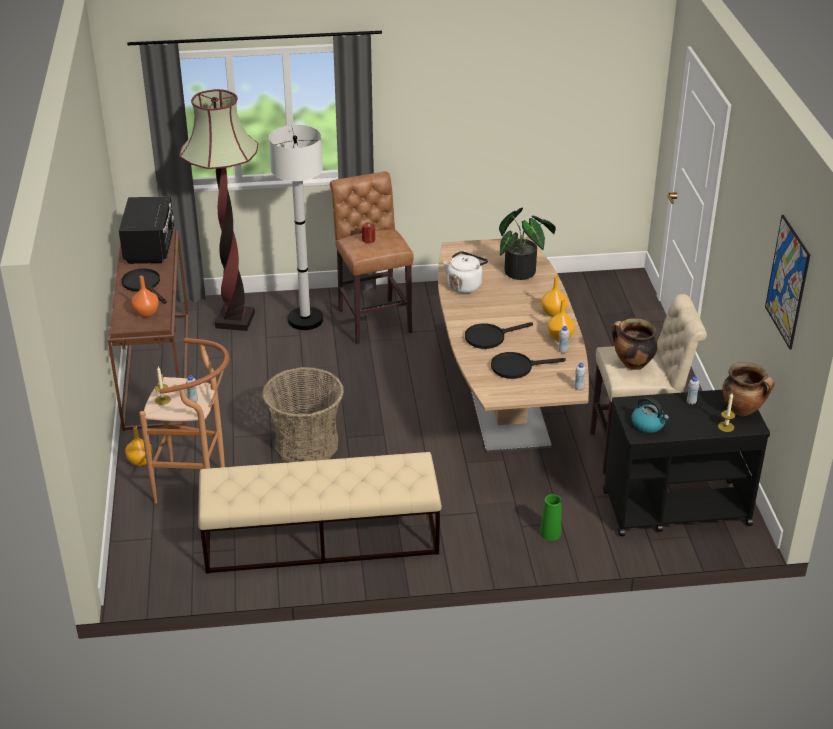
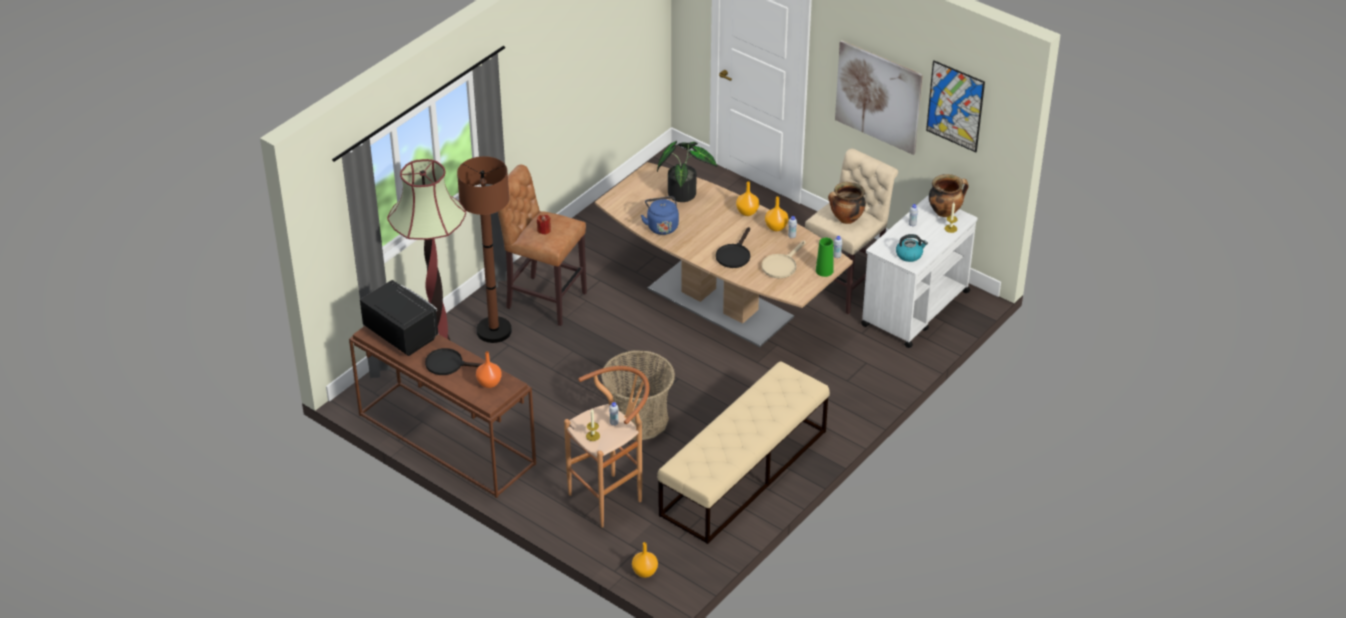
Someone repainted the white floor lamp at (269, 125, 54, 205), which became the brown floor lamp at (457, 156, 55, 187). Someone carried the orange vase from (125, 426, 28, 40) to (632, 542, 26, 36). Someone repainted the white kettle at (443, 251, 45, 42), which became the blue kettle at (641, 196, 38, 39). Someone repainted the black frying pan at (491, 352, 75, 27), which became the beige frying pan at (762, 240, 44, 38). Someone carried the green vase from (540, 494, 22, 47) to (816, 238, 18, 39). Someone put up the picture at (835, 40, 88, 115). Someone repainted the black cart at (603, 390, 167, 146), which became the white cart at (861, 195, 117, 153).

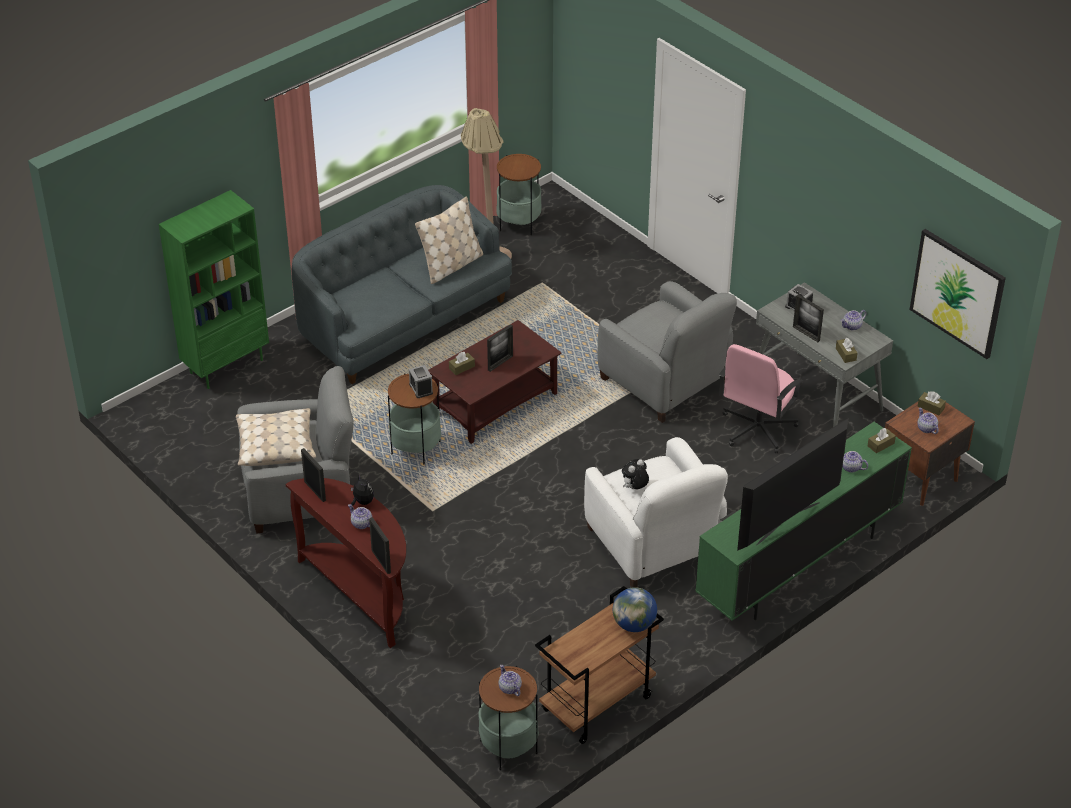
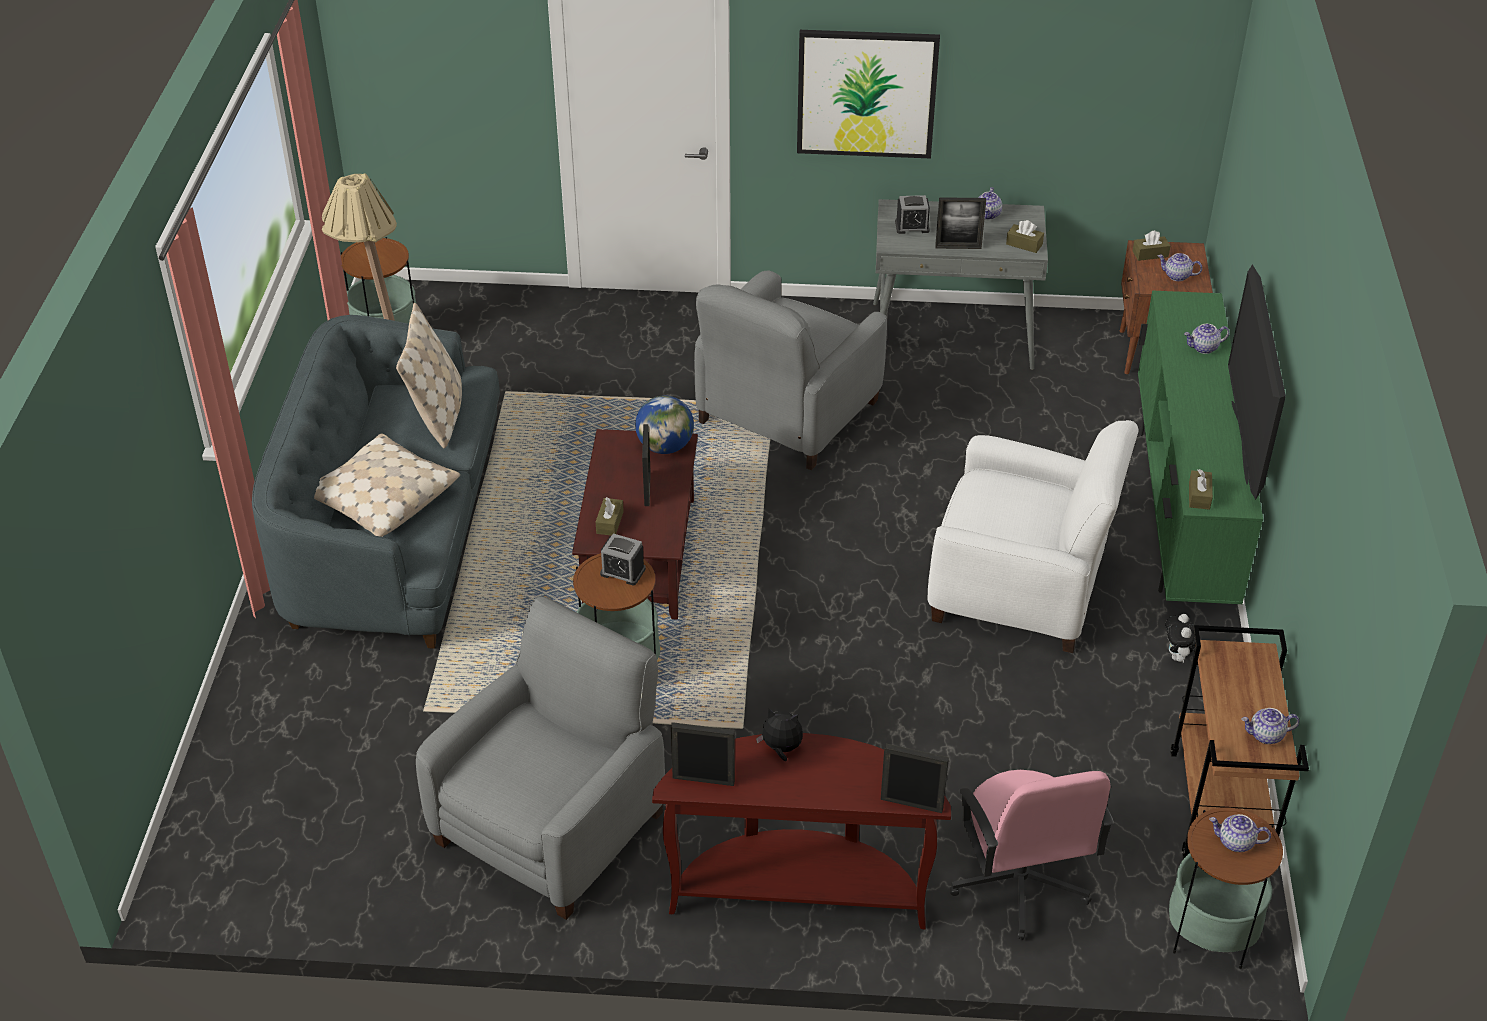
Someone carried the beige pillow from (236, 408, 80, 58) to (314, 433, 146, 104). Someone carried the globe from (613, 587, 44, 45) to (635, 395, 59, 59). Someone rotated the grey armchair at (597, 281, 140, 142) by 120 degrees clockwise. Someone carried the picture from (910, 229, 96, 130) to (797, 30, 143, 128). Someone carried the pink office chair from (719, 344, 84, 109) to (950, 768, 164, 172). Someone carried the plush toy from (622, 459, 27, 30) to (1165, 614, 36, 49). Someone carried the brown tissue box from (868, 428, 28, 25) to (1189, 469, 24, 41). Someone carried the teapot from (348, 504, 24, 25) to (1241, 708, 58, 36). Someone took away the green bookcase at (159, 190, 110, 199).

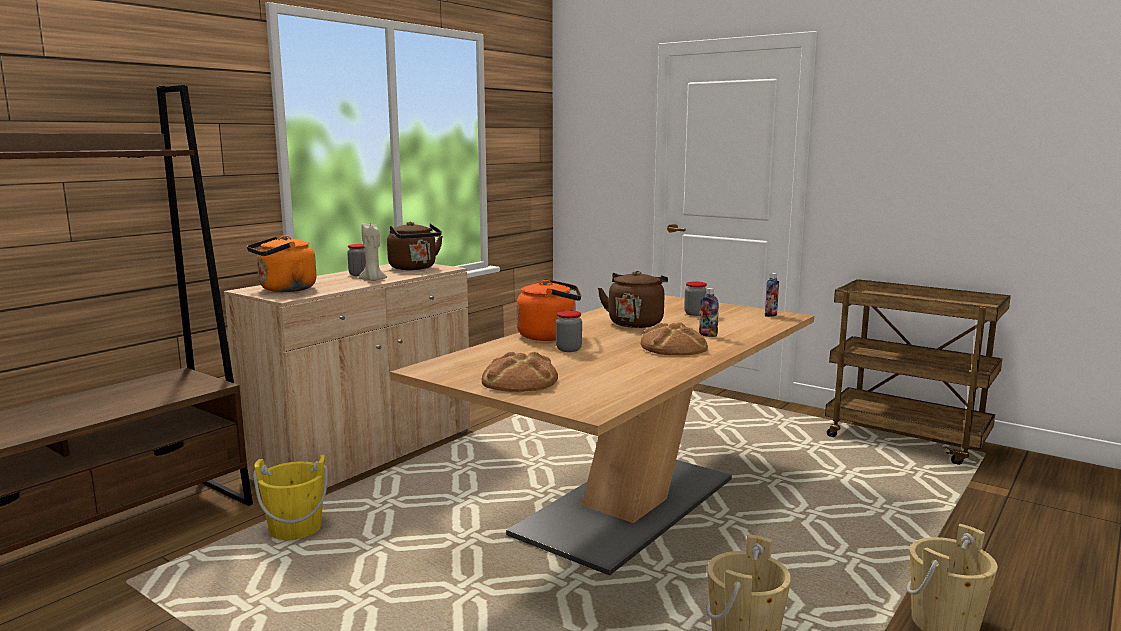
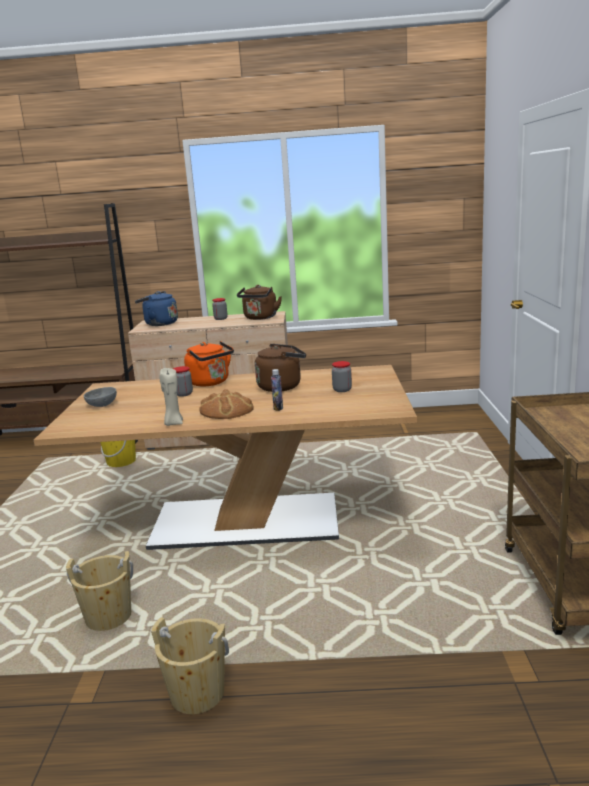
Someone swapped the bread at (482, 351, 76, 41) for the grey bowl at (84, 387, 33, 20). Someone repainted the orange kettle at (247, 235, 70, 57), which became the blue kettle at (135, 291, 43, 35). Someone carried the beige candle from (359, 223, 28, 58) to (160, 368, 23, 58). Someone took away the bottle at (765, 273, 14, 44).

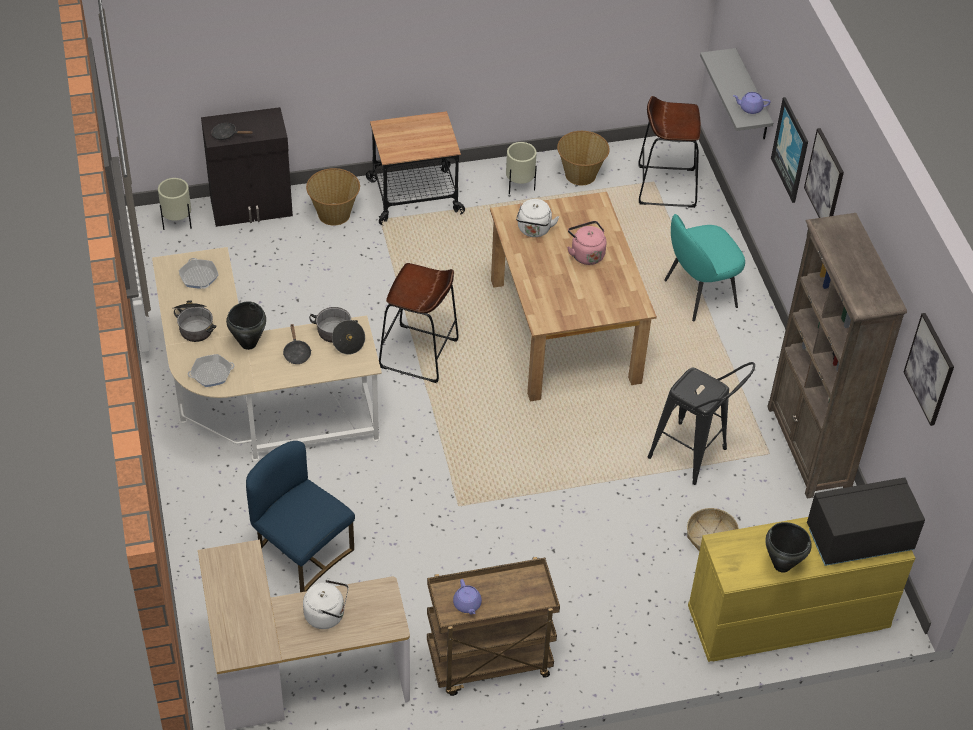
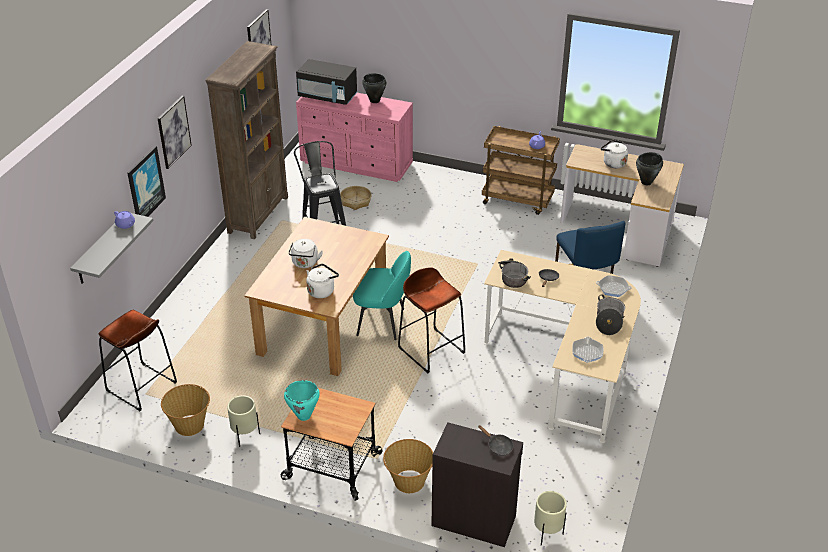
Someone put down the turquoise cooking pot at (284, 380, 36, 41). Someone repainted the pink kettle at (567, 221, 40, 44), which became the white kettle at (288, 239, 35, 29). Someone repainted the yellow dresser at (688, 517, 227, 145), which became the pink dresser at (296, 93, 117, 89). Someone carried the turquoise chair from (664, 214, 81, 108) to (353, 251, 58, 89). Someone carried the black cooking pot from (226, 301, 40, 49) to (636, 152, 27, 33).

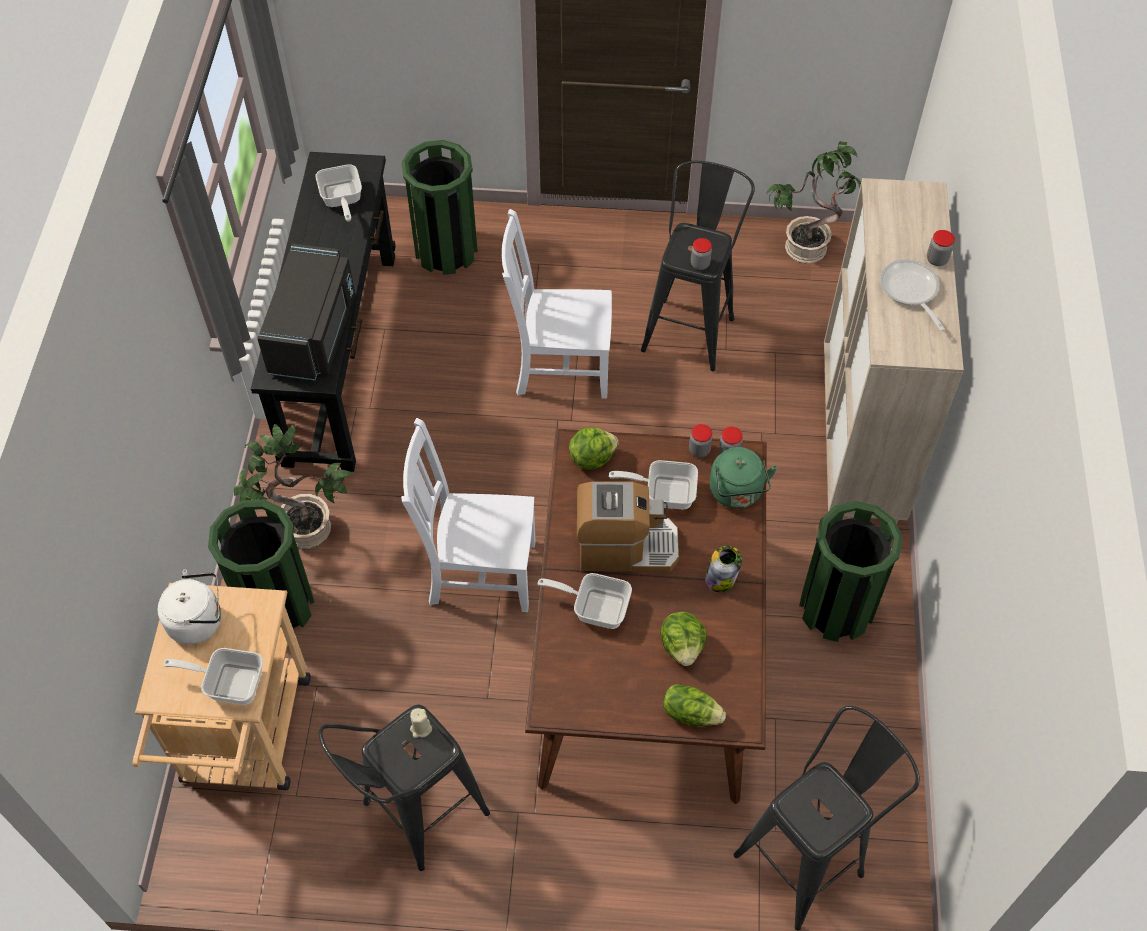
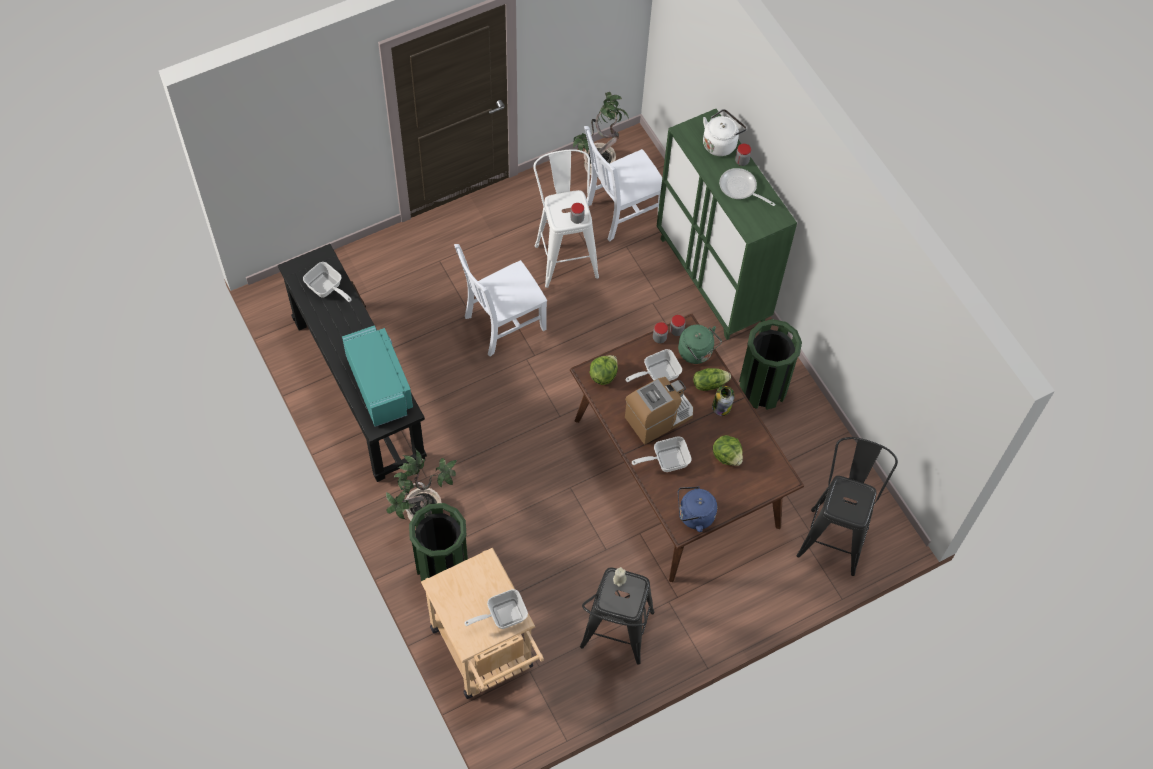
Someone repainted the black microwave at (257, 243, 98, 137), which became the turquoise microwave at (342, 325, 71, 102). Someone repainted the black stool at (641, 161, 114, 210), which became the white stool at (533, 149, 66, 139). Someone carried the white chair from (401, 418, 135, 194) to (584, 126, 78, 115). Someone repainted the beige cabinet at (824, 178, 140, 346), which became the green cabinet at (657, 109, 140, 231). Someone put down the blue kettle at (678, 486, 39, 46). Someone carried the lettuce from (663, 684, 63, 42) to (693, 368, 38, 23). Someone carried the white kettle from (158, 570, 63, 74) to (703, 109, 44, 47). Someone took away the green trash can at (401, 140, 77, 135).

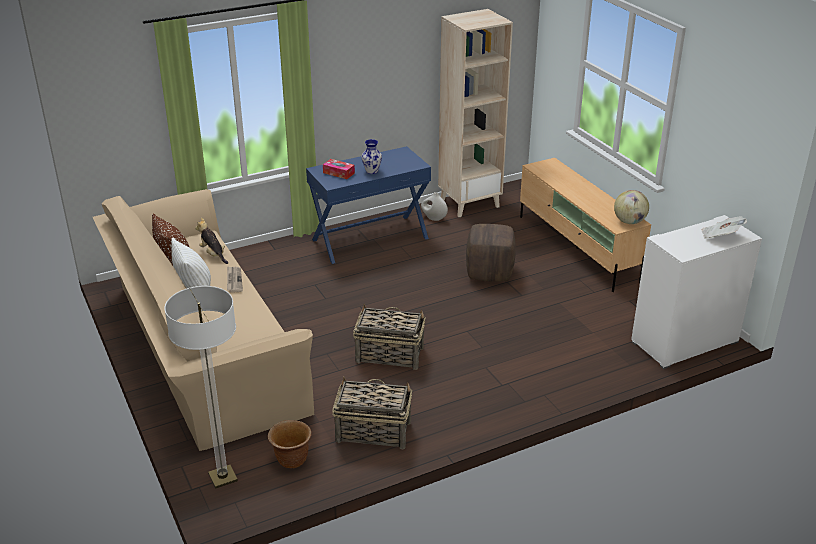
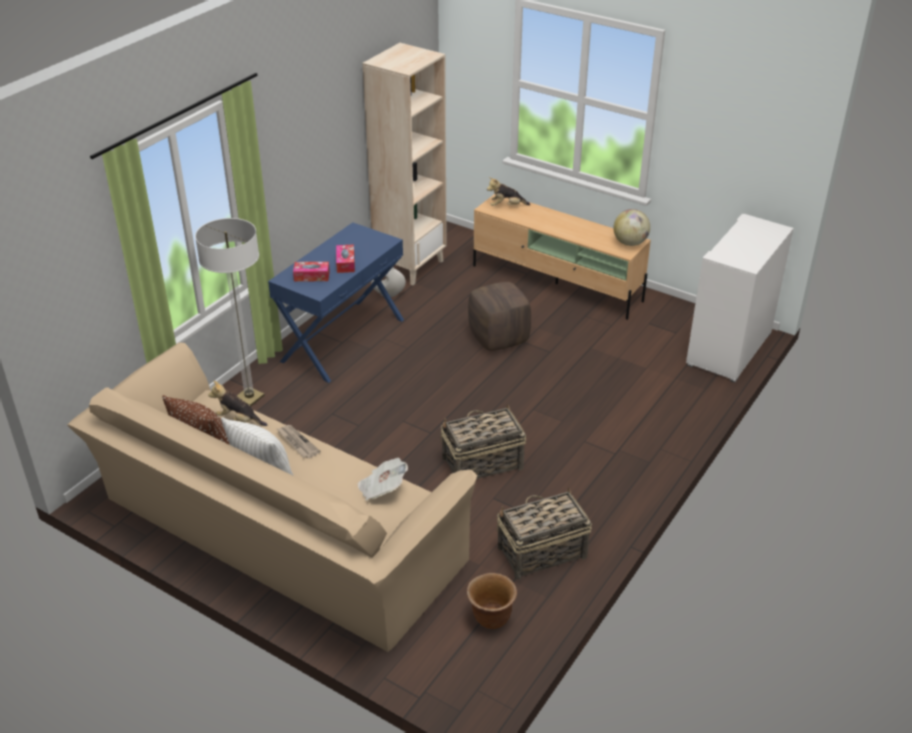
Someone carried the floor lamp from (164, 286, 74, 203) to (195, 218, 70, 189). Someone swapped the vase at (362, 139, 20, 35) for the tissue box at (336, 245, 19, 28). Someone carried the newspaper from (702, 216, 45, 22) to (357, 458, 51, 43). Someone put down the plush toy at (487, 177, 43, 29).

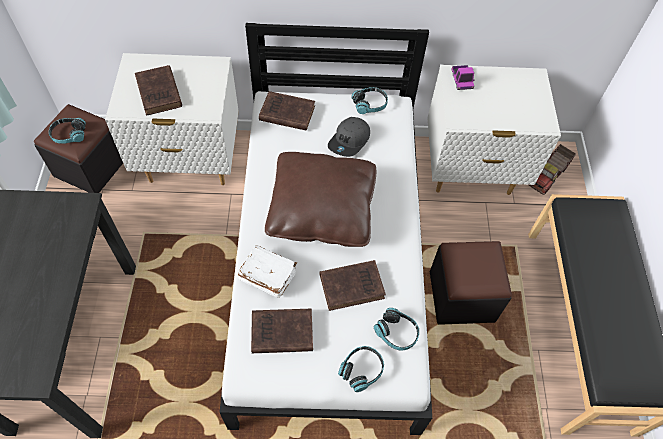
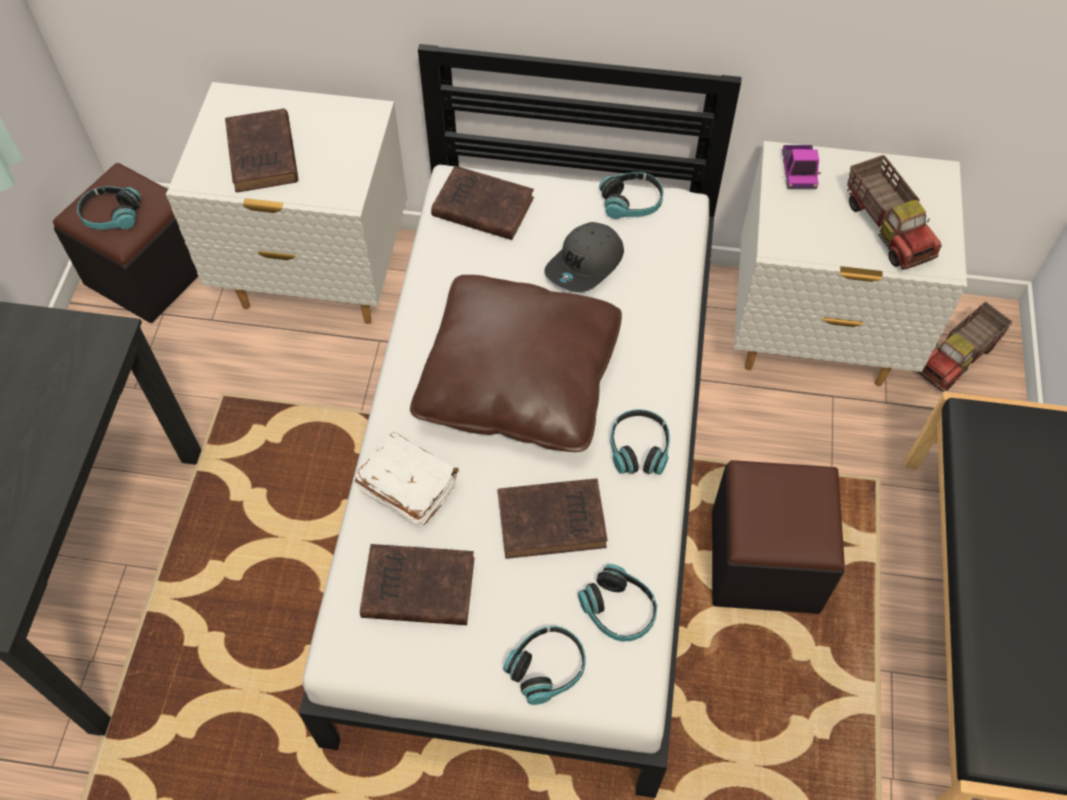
Someone put down the headphones at (611, 409, 59, 66). Someone put down the toy truck at (847, 155, 95, 114).

